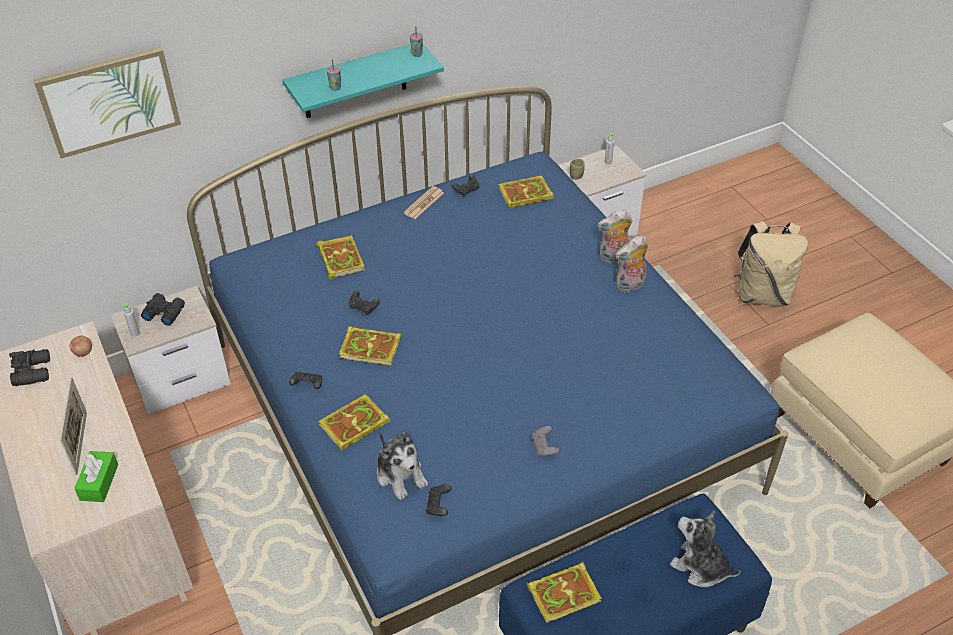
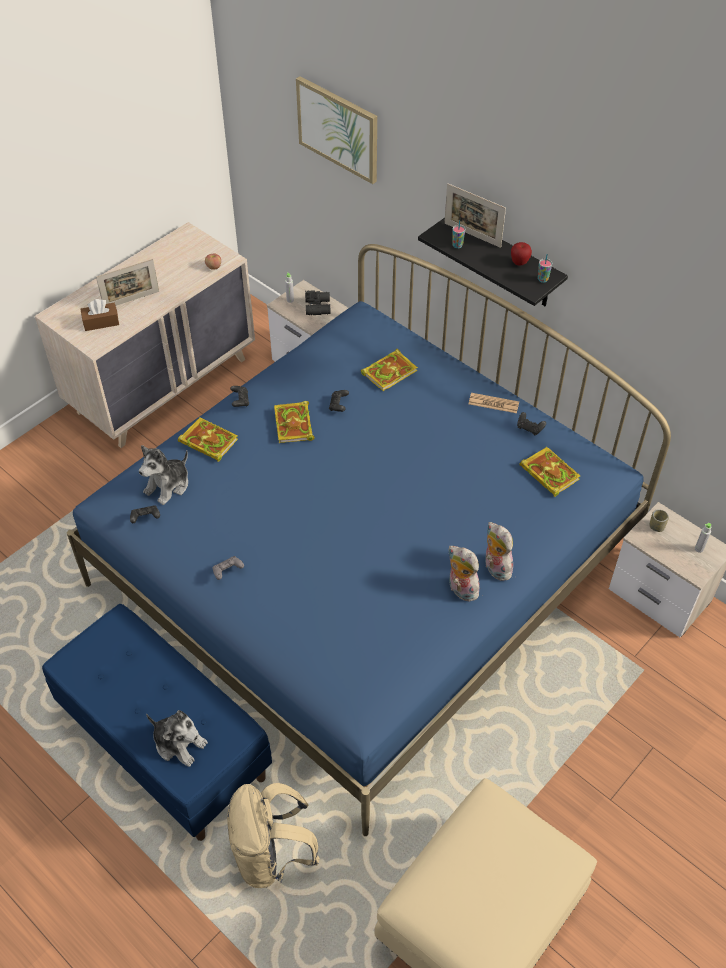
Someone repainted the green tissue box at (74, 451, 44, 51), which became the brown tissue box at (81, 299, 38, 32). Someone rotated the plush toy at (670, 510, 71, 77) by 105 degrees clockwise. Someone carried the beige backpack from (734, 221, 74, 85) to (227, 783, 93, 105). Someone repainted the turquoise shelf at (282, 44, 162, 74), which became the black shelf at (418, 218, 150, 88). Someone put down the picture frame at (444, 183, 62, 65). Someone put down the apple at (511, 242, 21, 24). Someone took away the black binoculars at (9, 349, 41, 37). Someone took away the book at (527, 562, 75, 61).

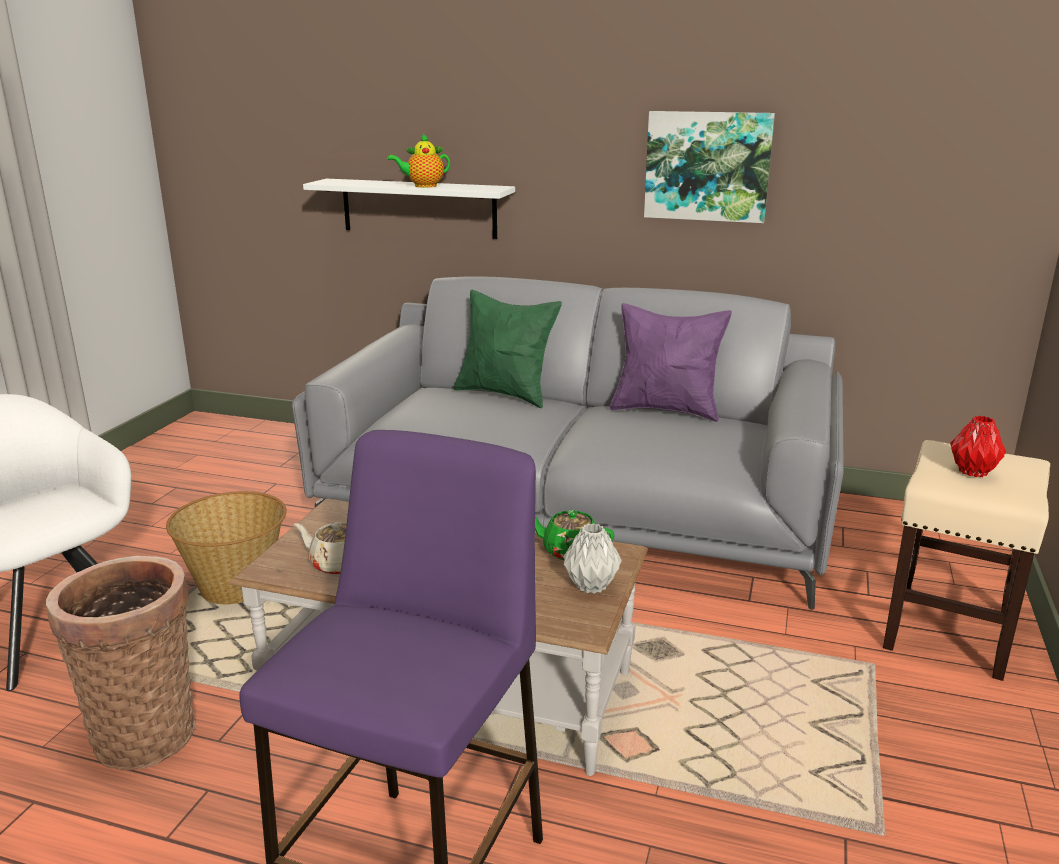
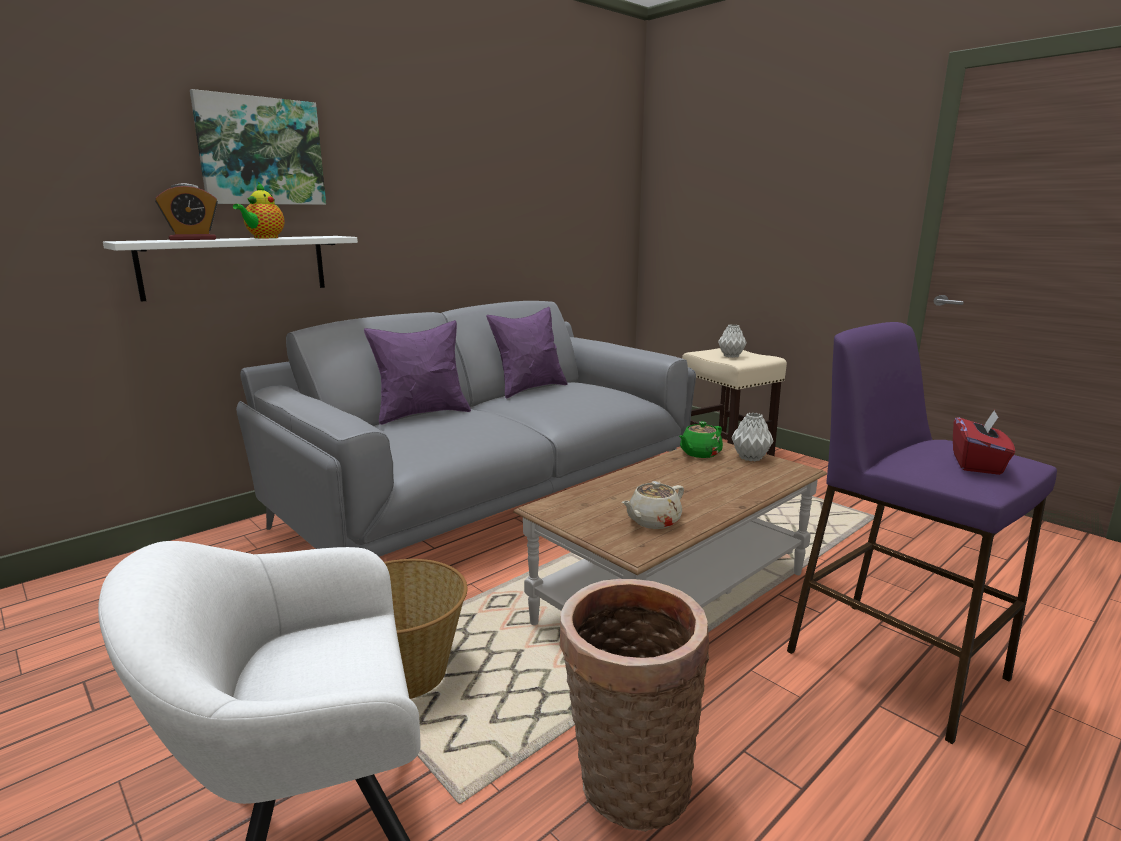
Someone put down the alarm clock at (155, 183, 63, 57). Someone carried the picture from (644, 111, 131, 112) to (190, 89, 136, 116). Someone repainted the green pillow at (453, 290, 109, 118), which became the purple pillow at (364, 320, 107, 105). Someone repainted the red vase at (950, 416, 56, 61), which became the grey vase at (718, 324, 29, 34). Someone put down the red tissue box at (953, 410, 62, 65).

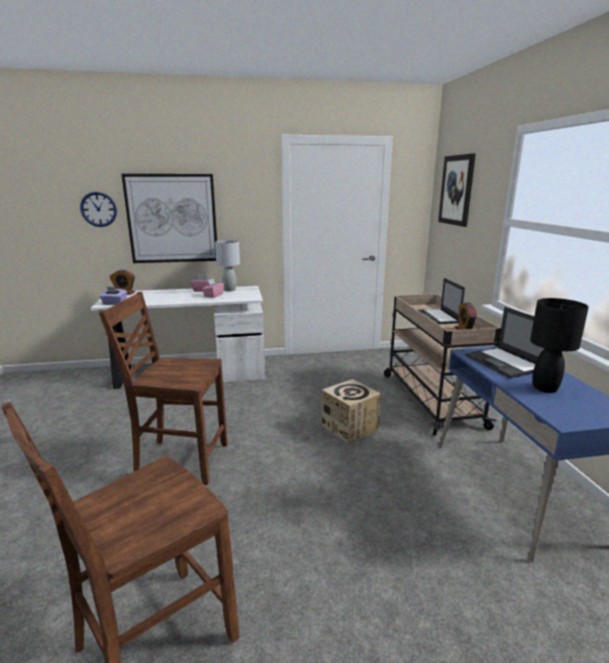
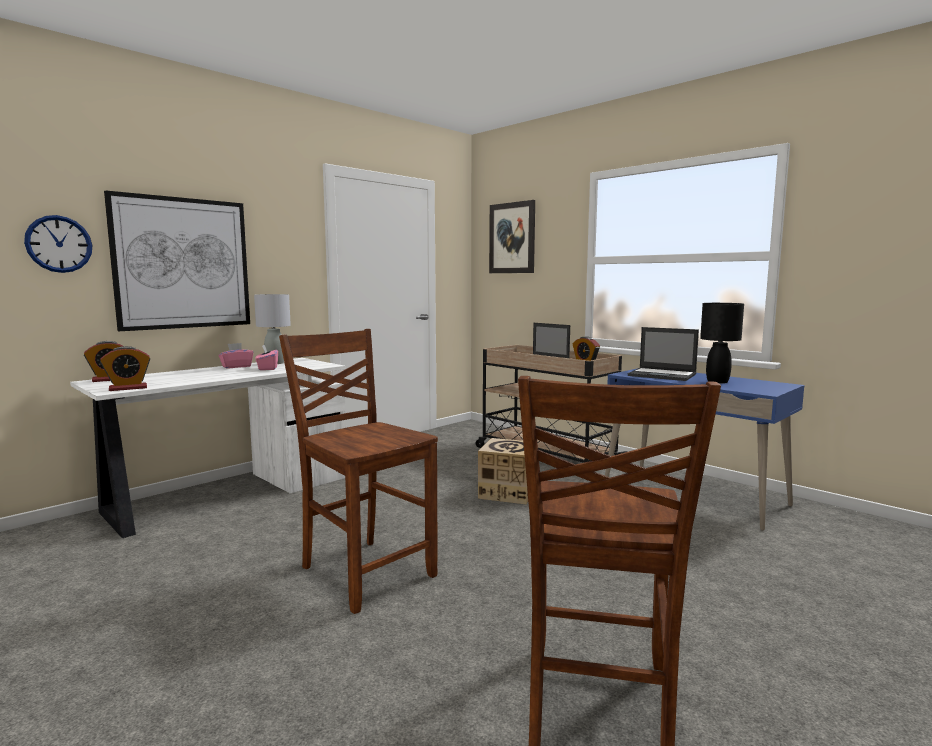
Someone swapped the purple tissue box at (99, 287, 28, 18) for the alarm clock at (100, 346, 50, 45). Someone rotated the brown chair at (99, 292, 129, 193) by 75 degrees clockwise.

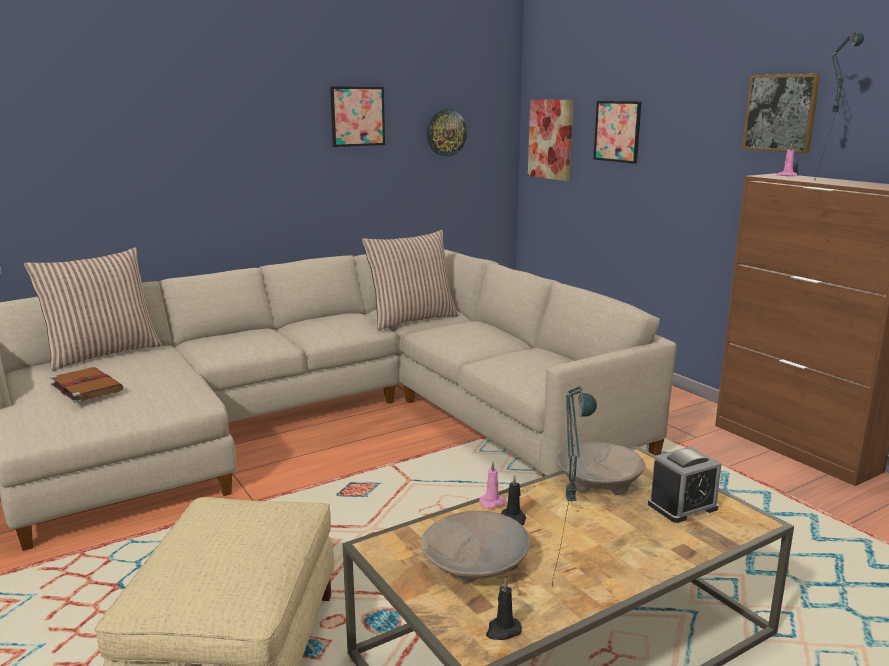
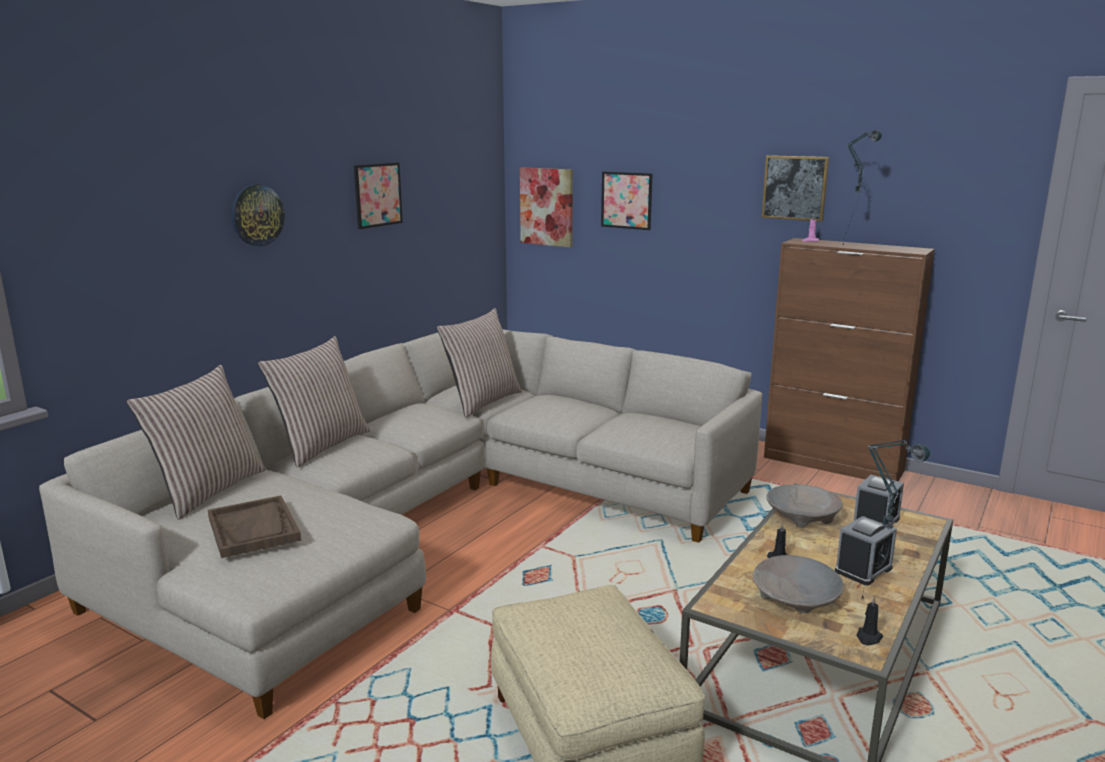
Someone swapped the brown book at (50, 367, 73, 36) for the brown tray at (208, 495, 93, 63). Someone carried the wall clock from (427, 109, 40, 47) to (231, 184, 54, 62). Someone put down the pillow at (258, 336, 112, 132). Someone put down the alarm clock at (835, 516, 62, 69). Someone took away the pink candle at (479, 461, 27, 47).

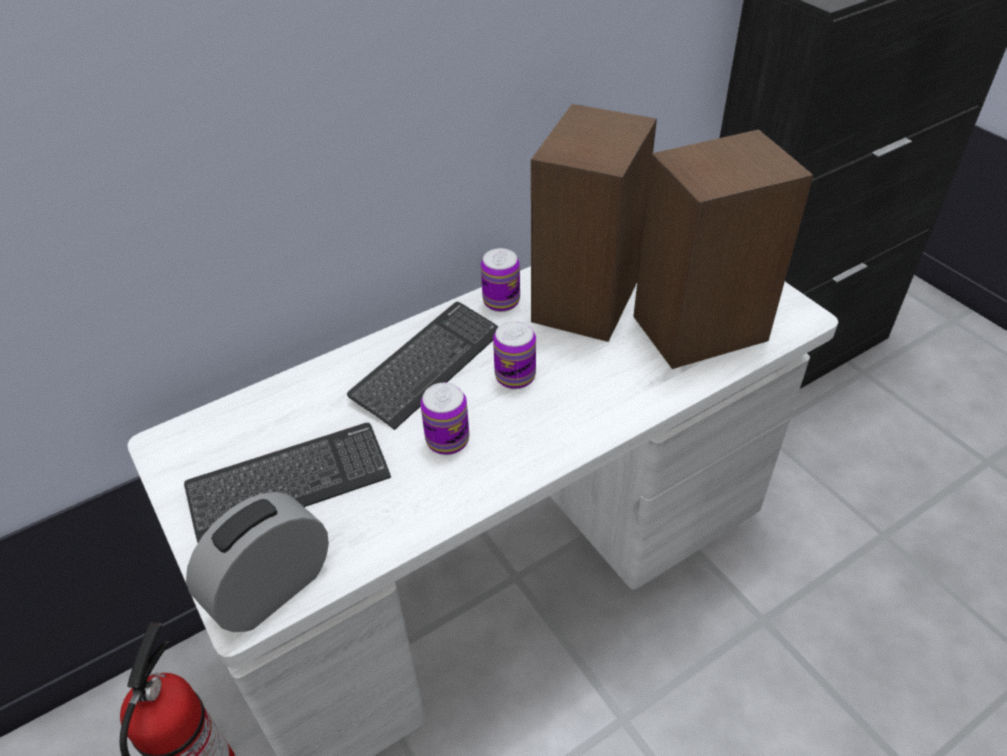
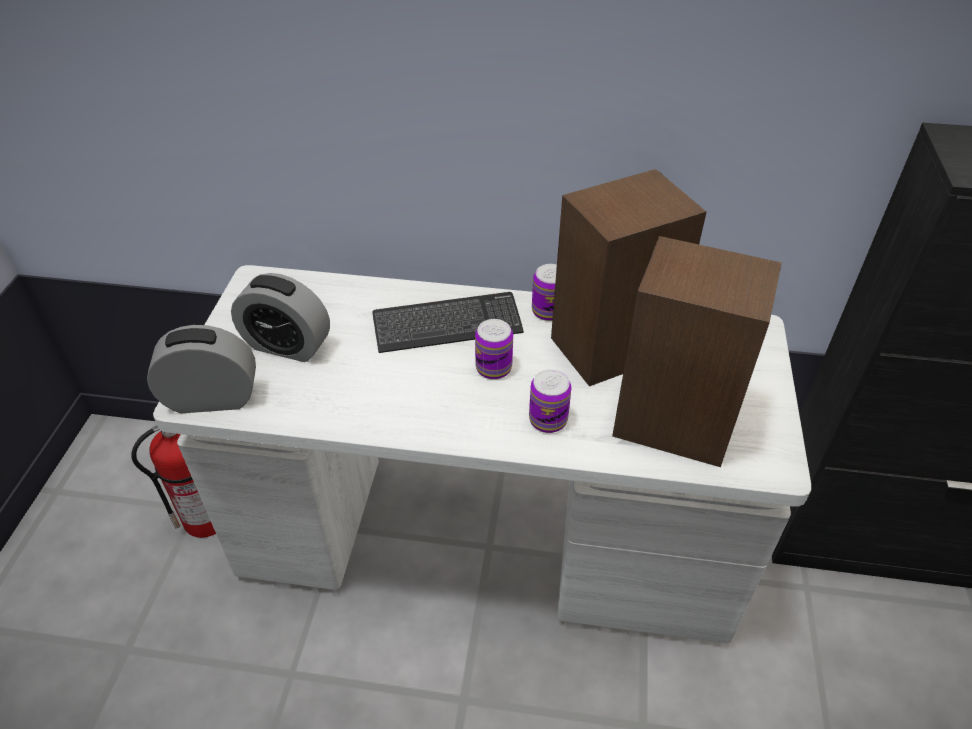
Someone swapped the keyboard at (184, 423, 207, 119) for the alarm clock at (231, 273, 99, 89). Someone carried the can from (420, 383, 49, 72) to (529, 369, 42, 64).

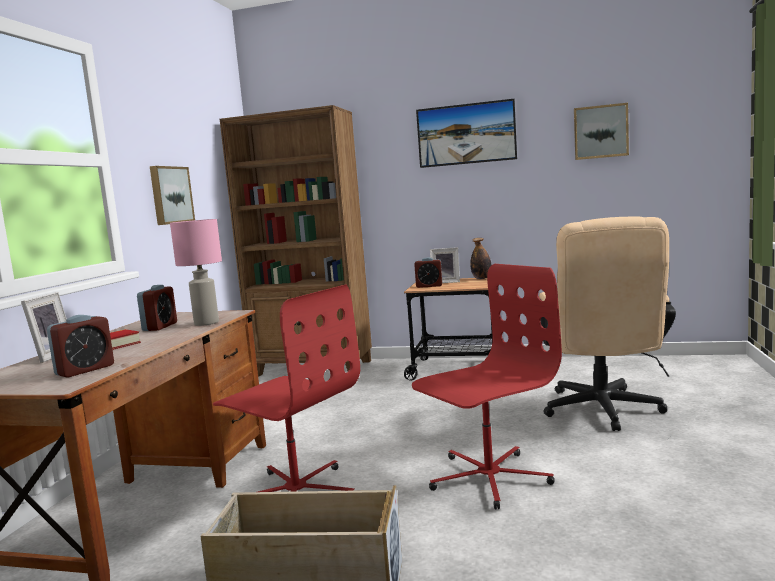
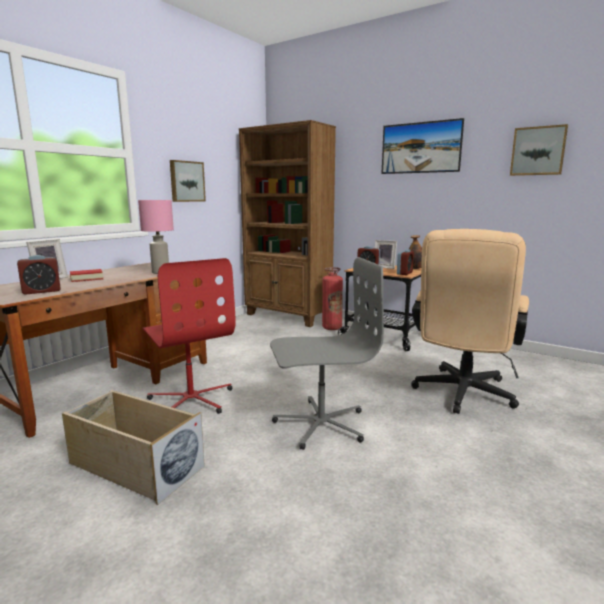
Someone repainted the red office chair at (412, 264, 150, 245), which became the grey office chair at (270, 257, 114, 193). Someone put down the fire extinguisher at (322, 267, 21, 63). Someone carried the alarm clock from (137, 285, 40, 46) to (397, 249, 17, 26).

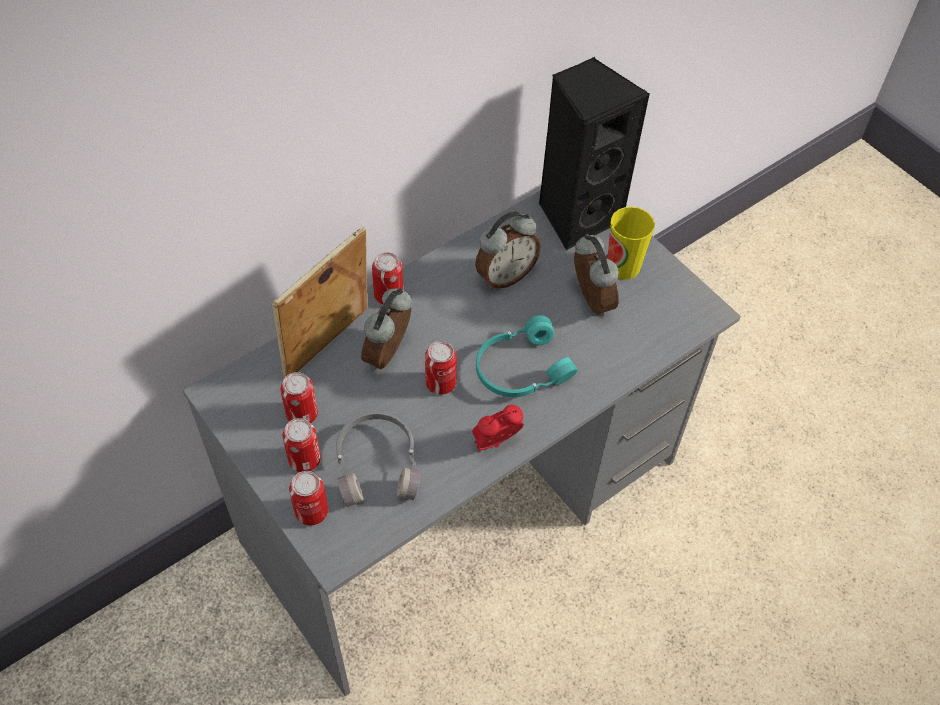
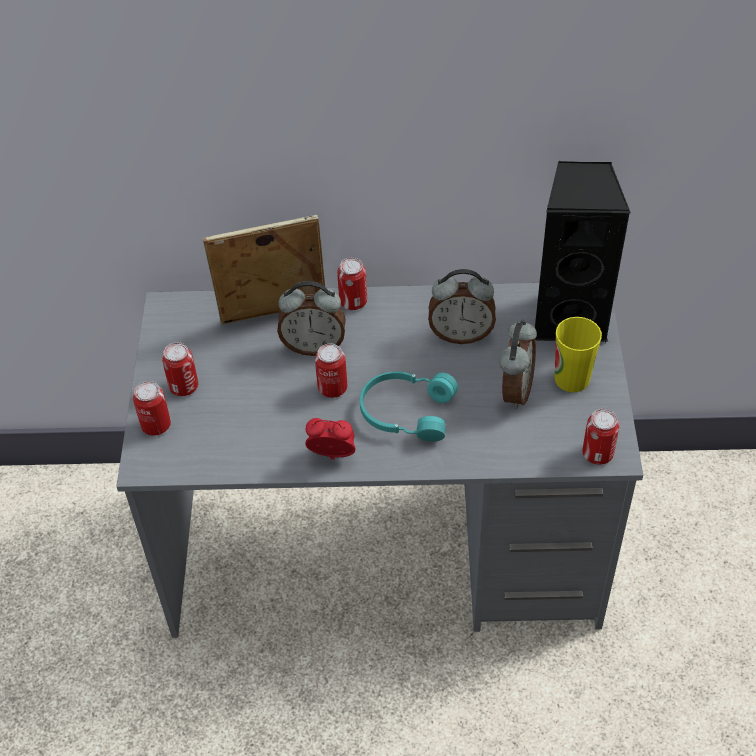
Someone rotated the alarm clock at (361, 288, 51, 82) by 150 degrees counterclockwise. Someone carried the can from (281, 372, 37, 51) to (582, 409, 37, 56). Someone took away the grey headphones at (336, 412, 84, 95).

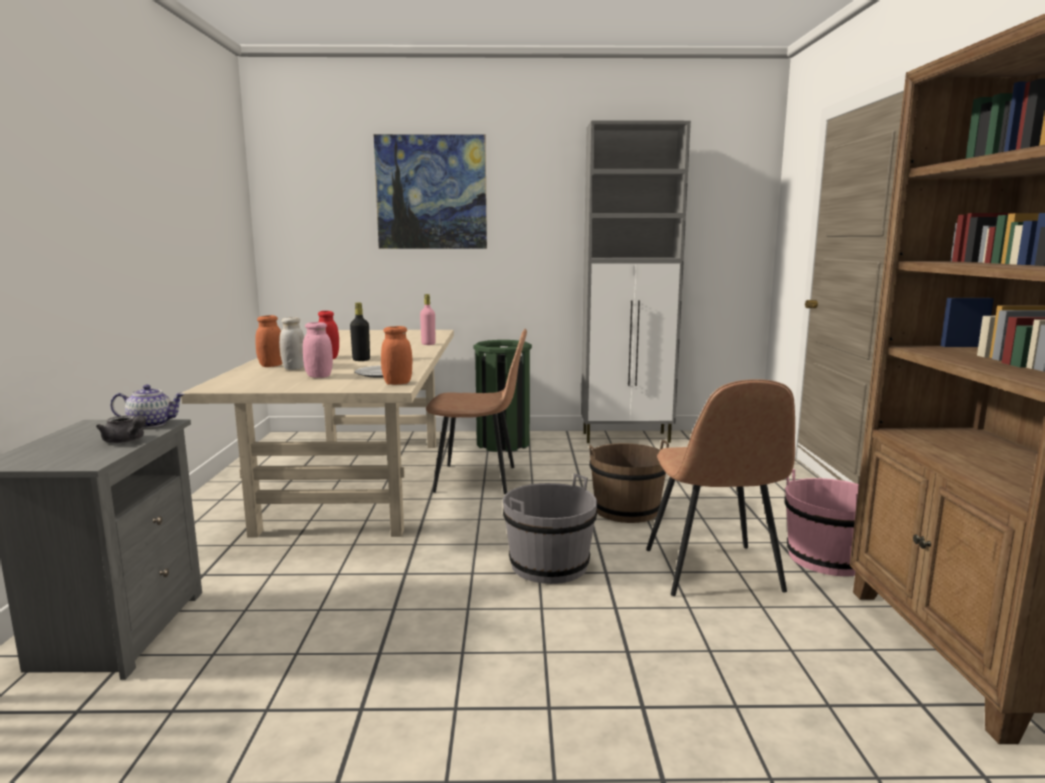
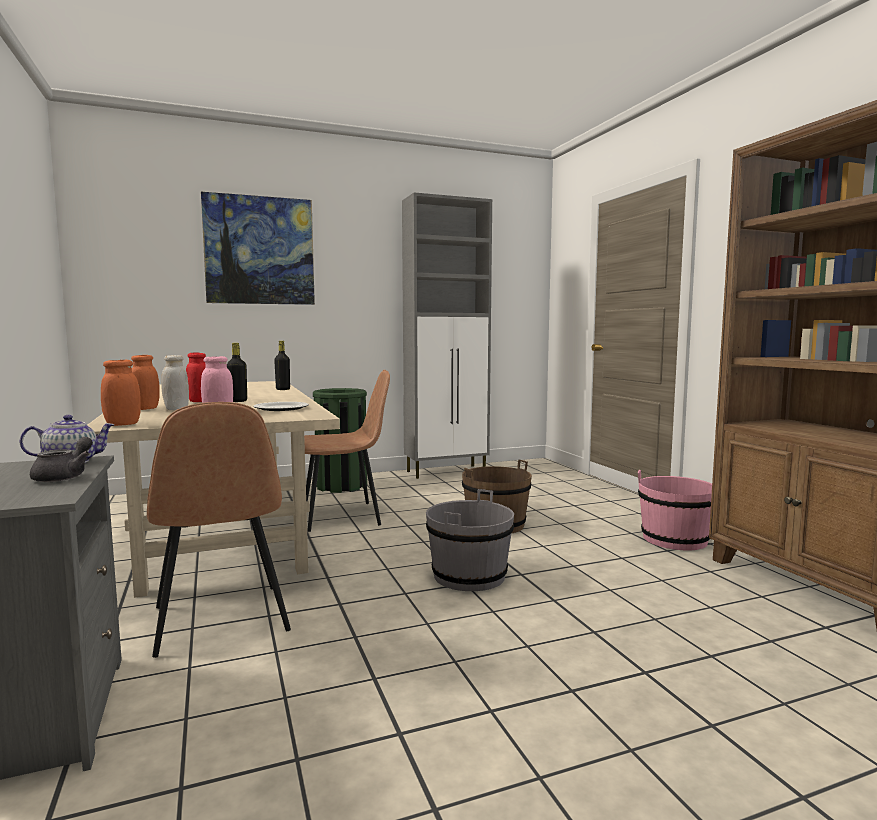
Someone rotated the grey teapot at (96, 416, 50, 27) by 90 degrees counterclockwise. Someone carried the orange jar from (381, 326, 31, 59) to (101, 360, 40, 66). Someone carried the brown chair from (646, 379, 149, 217) to (147, 402, 144, 256). Someone repainted the pink bottle at (420, 294, 16, 51), which became the black bottle at (274, 341, 16, 49).

